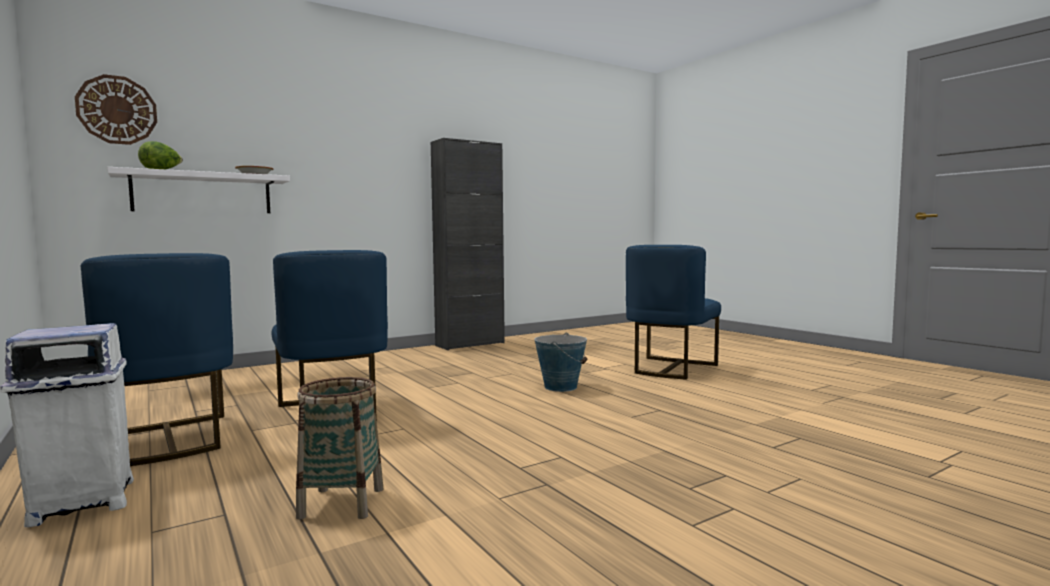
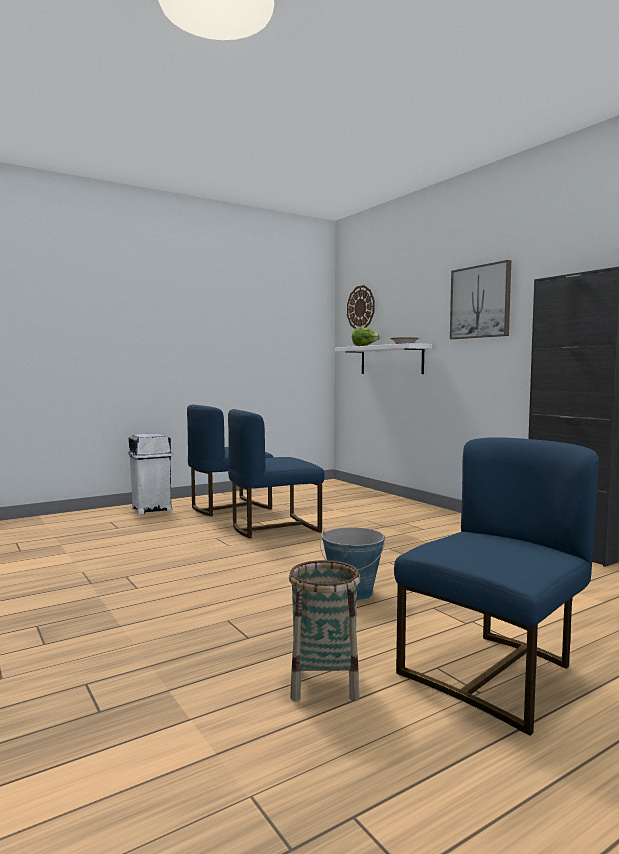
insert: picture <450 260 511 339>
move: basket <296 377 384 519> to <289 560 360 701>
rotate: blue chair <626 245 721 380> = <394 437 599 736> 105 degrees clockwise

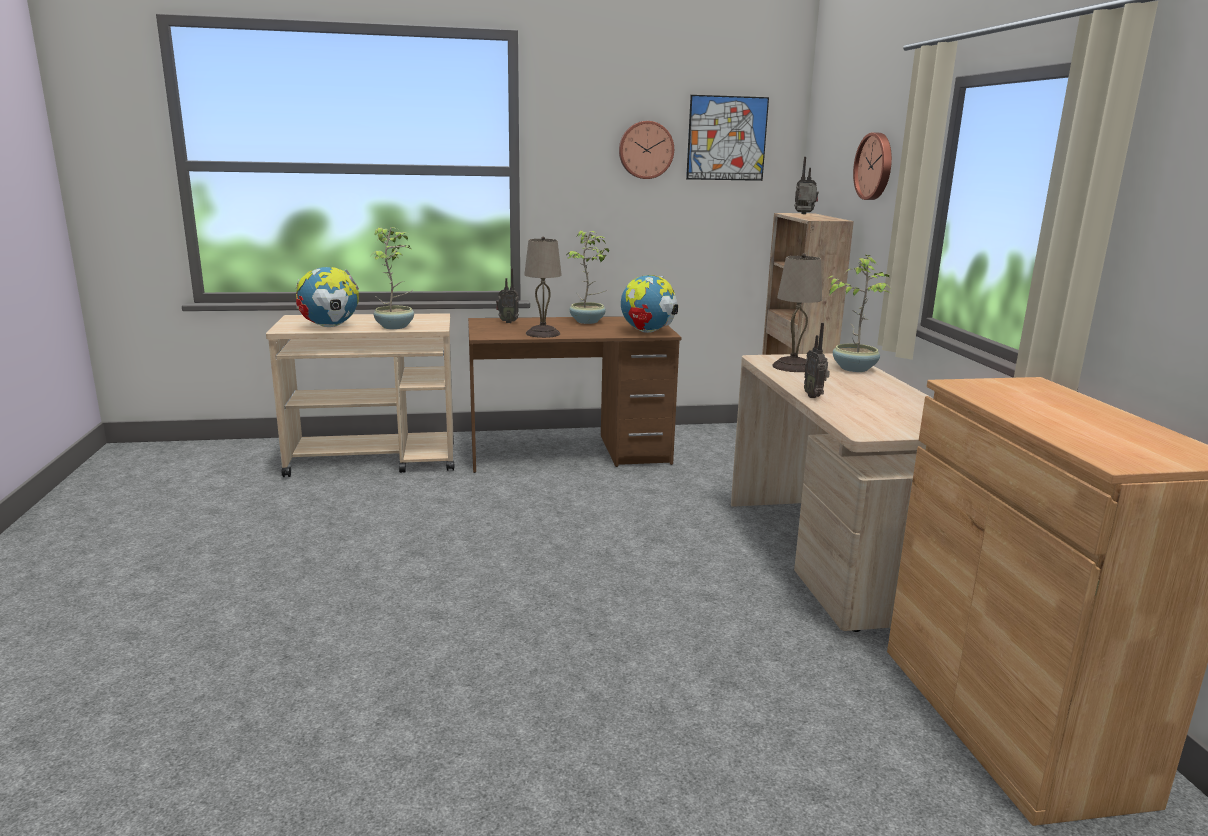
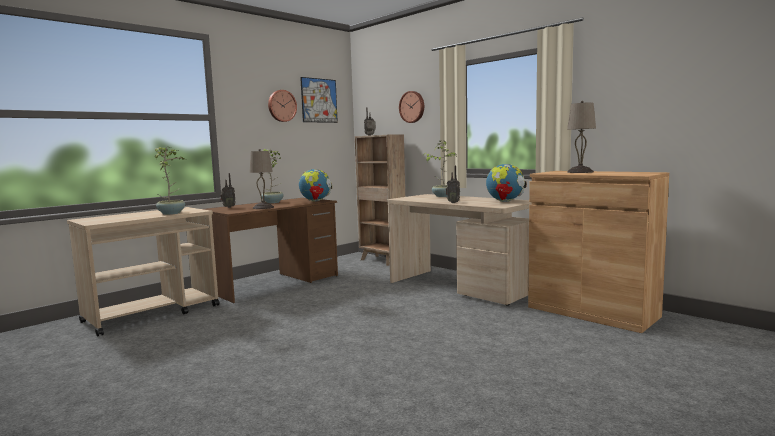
move: beige table lamp <772 253 822 372> to <567 101 596 173>; globe <296 267 359 327> to <486 164 526 202>

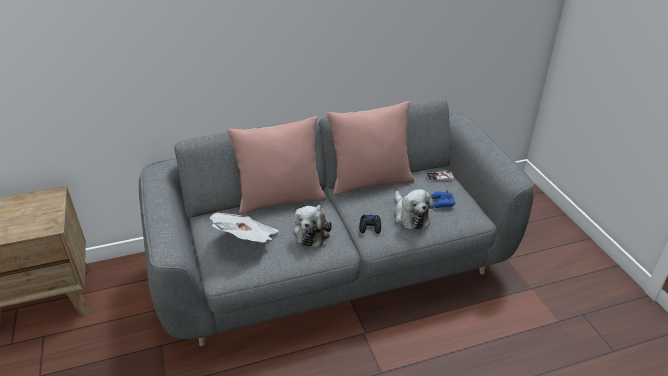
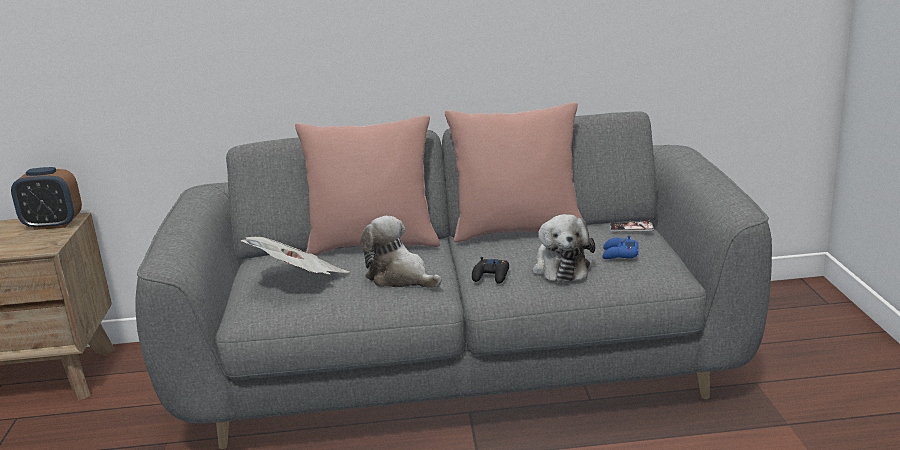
insert: alarm clock <11 167 82 230>
rotate: plush toy <293 205 332 247> = <360 216 442 288> 105 degrees clockwise

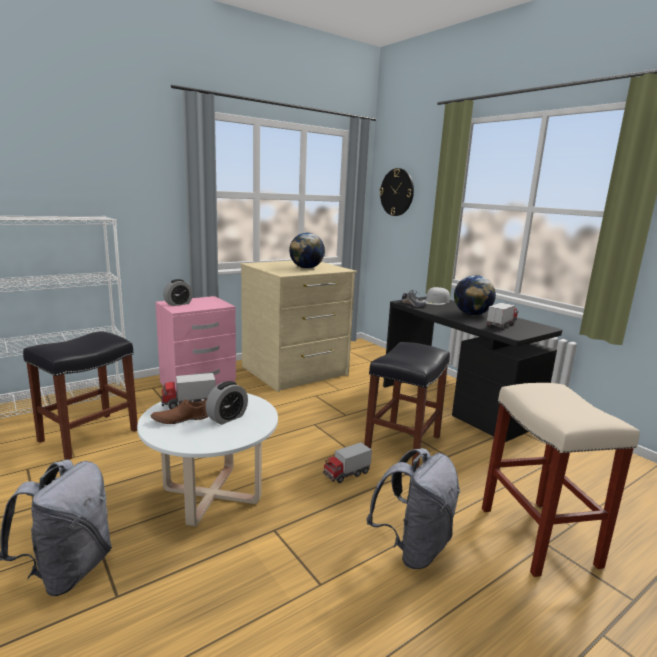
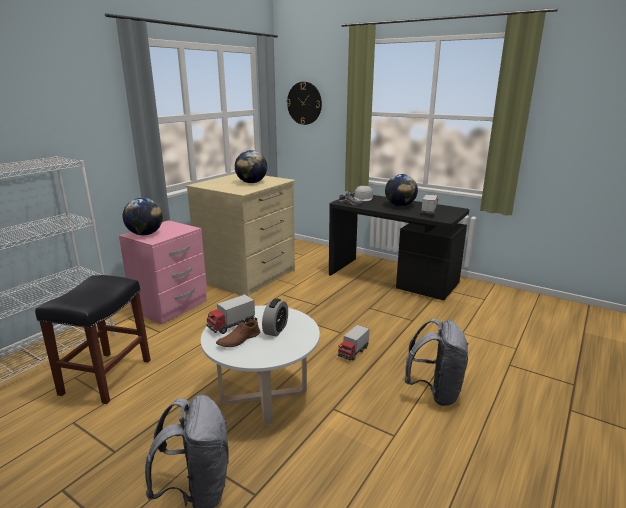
delete: black stool <364 342 450 469>; beige stool <482 383 639 577>
replace: alarm clock <163 279 193 306> to globe <123 198 163 235>

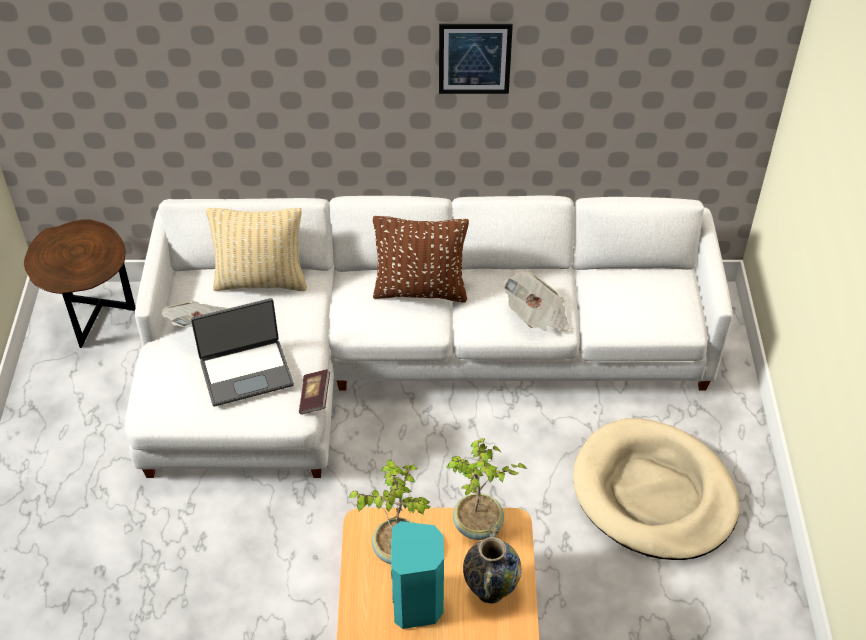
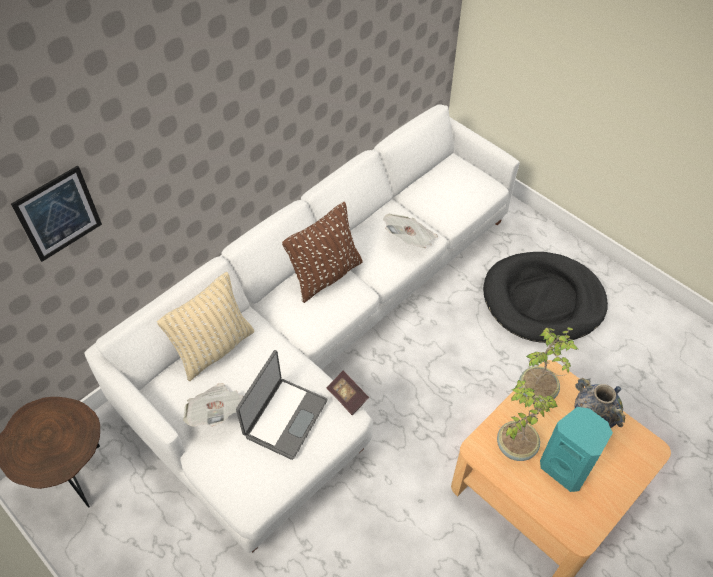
move: picture <439 24 513 94> to <11 165 102 262>
recolor: beige dog bed <573 418 740 560> to black dog bed <483 252 608 343>

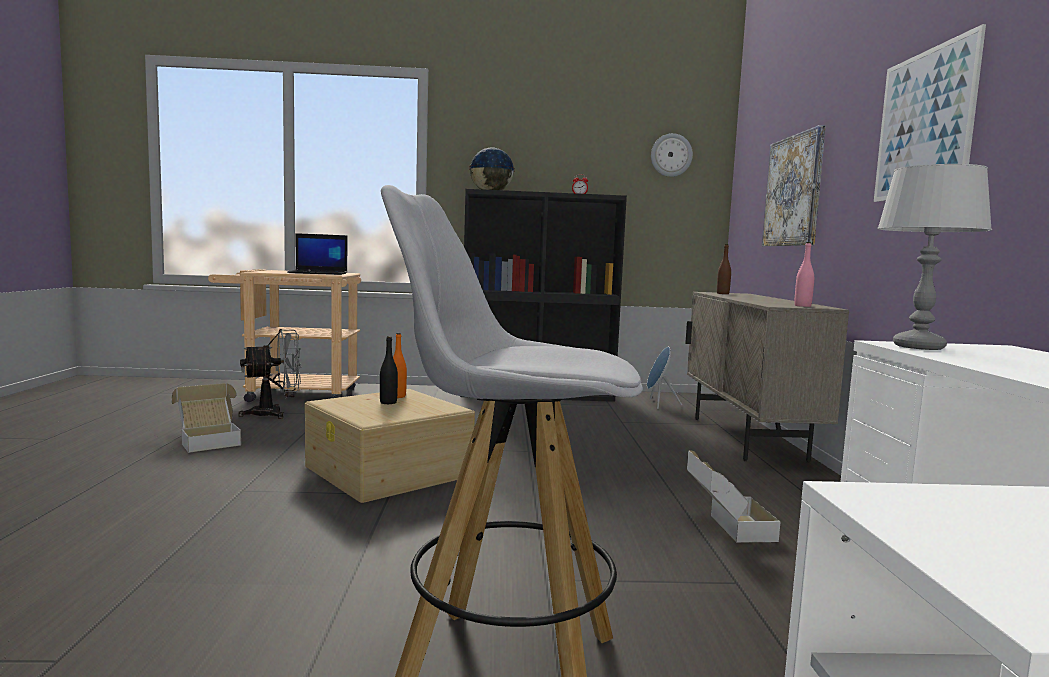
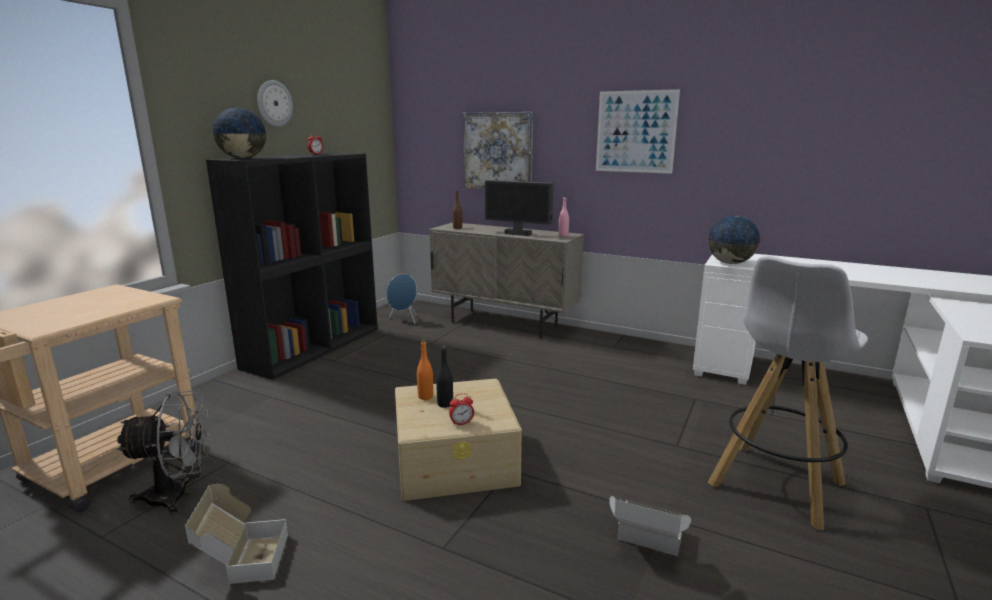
delete: laptop <287 233 347 275>
insert: monitor <485 180 554 236>; alarm clock <449 393 474 426>
move: wall clock <651 133 693 177> to <257 80 293 127>; cardboard box <687 450 781 543> to <609 496 691 556>
replace: grey table lamp <877 164 992 350> to globe <707 216 761 264>
rotate: grey fan <238 329 301 419> = <116 391 210 515> 75 degrees clockwise

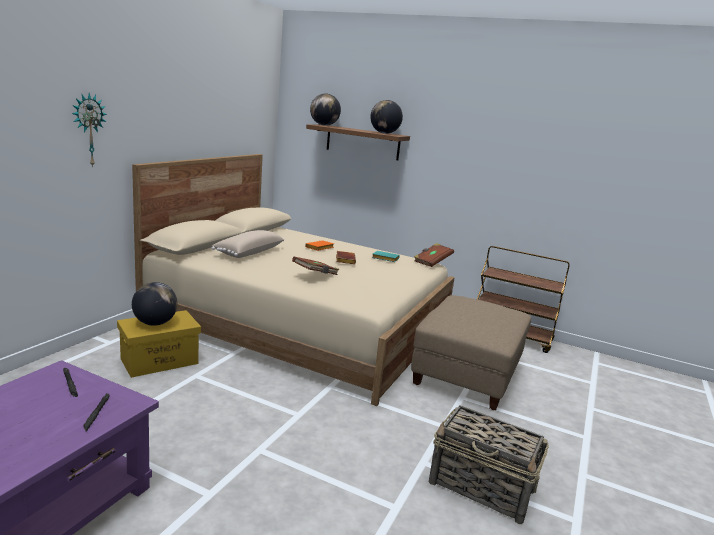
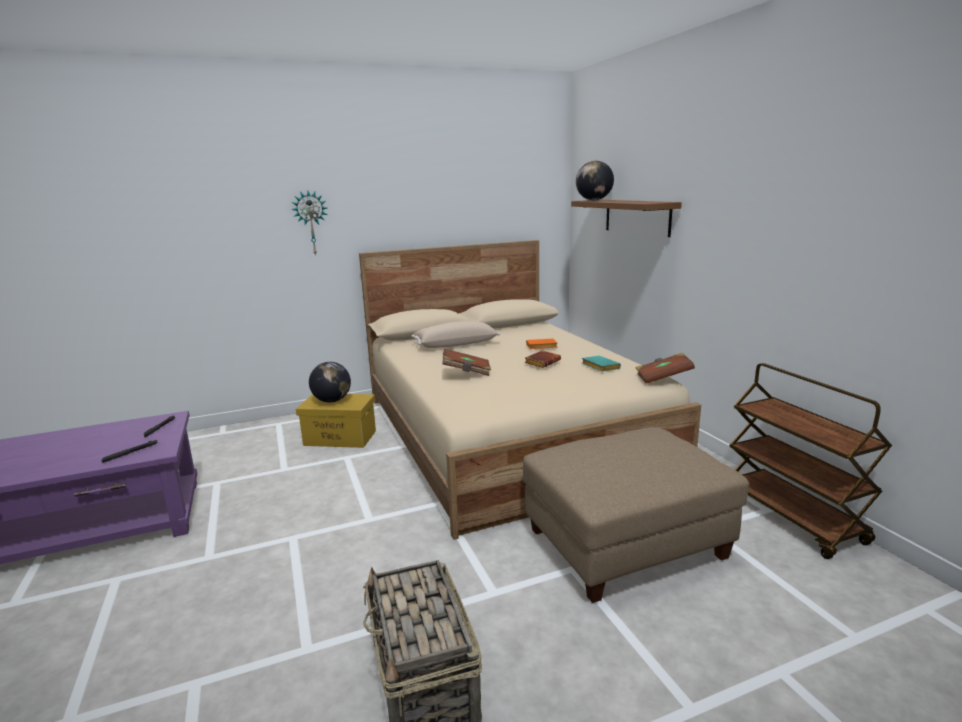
delete: globe <370 100 403 134>

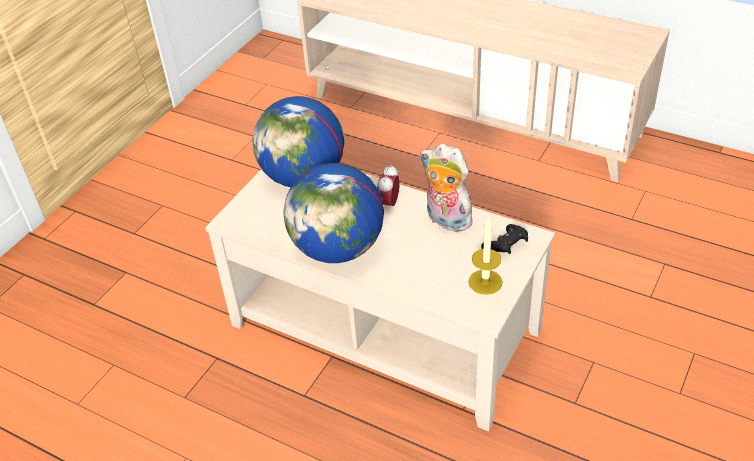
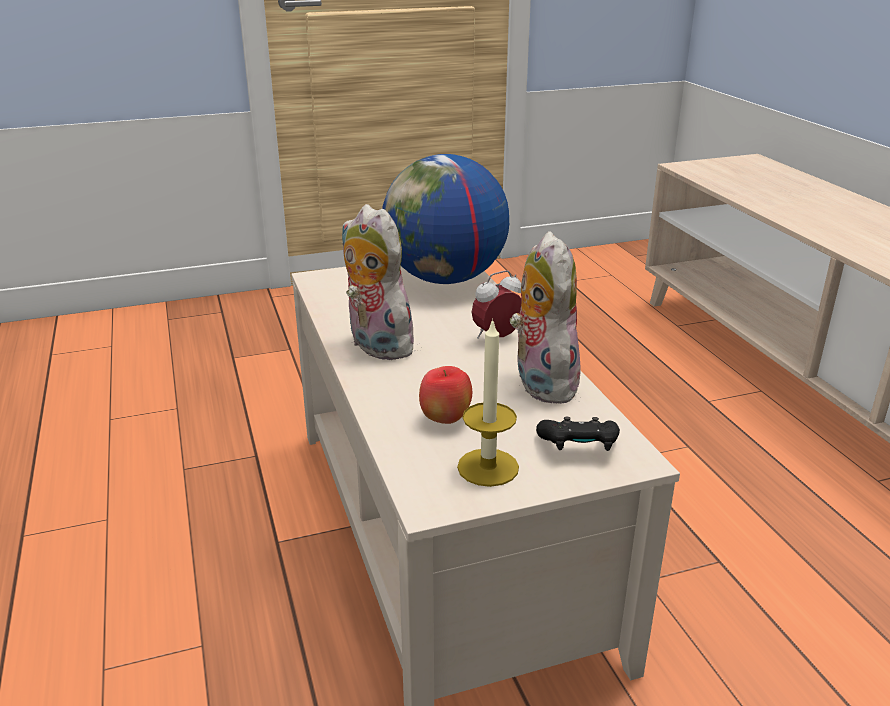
insert: apple <419 366 472 424>
replace: globe <283 163 384 263> to plush toy <342 204 415 360>

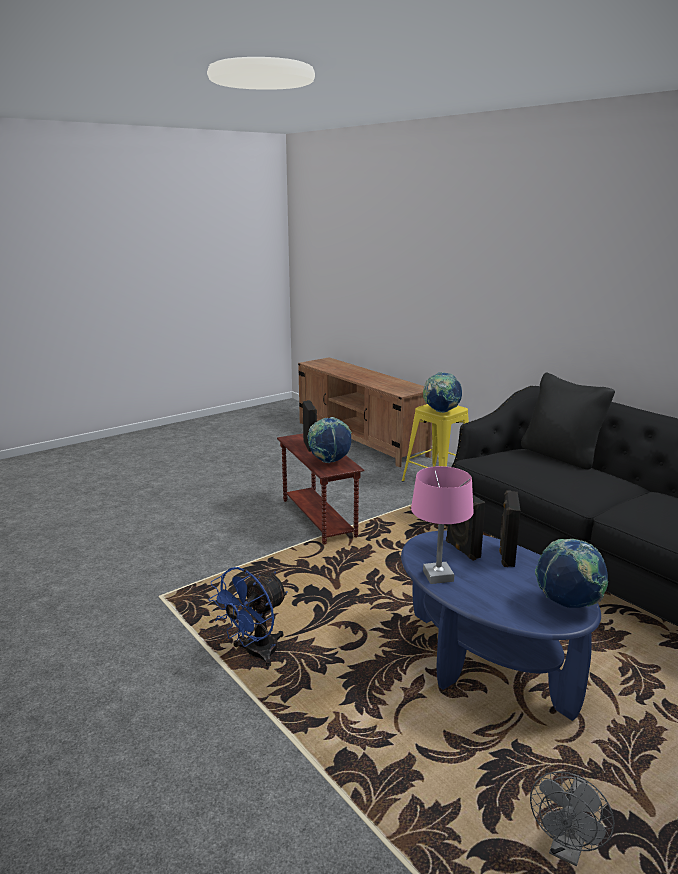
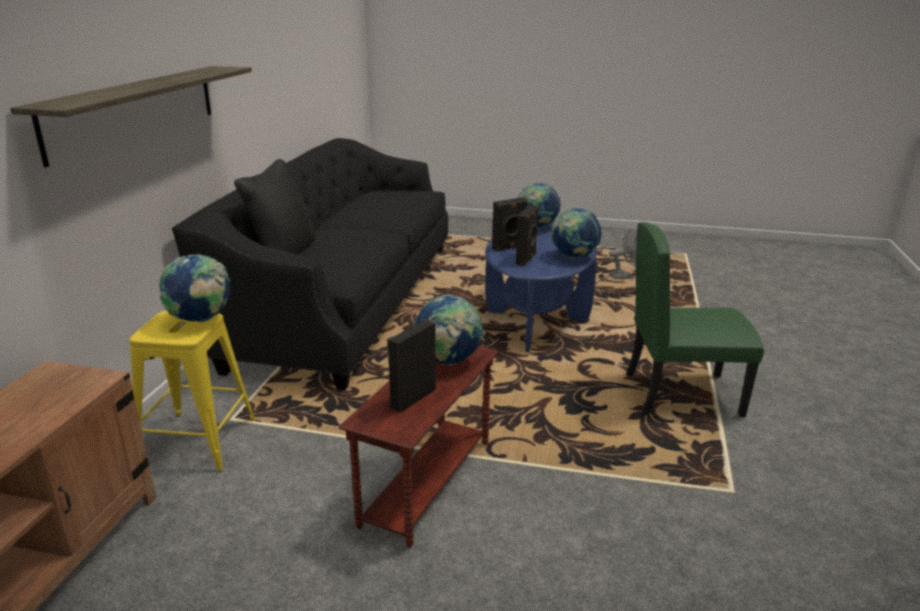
insert: shelf <10 66 252 168>
replace: pink table lamp <411 466 474 584> to globe <551 207 601 259>; blue fan <208 567 288 667> to green chair <626 222 764 417>

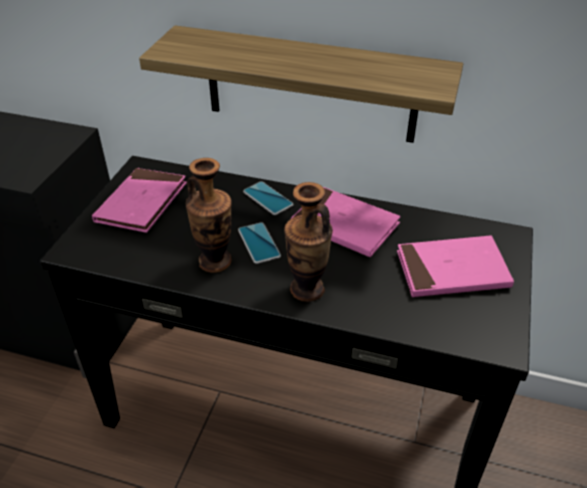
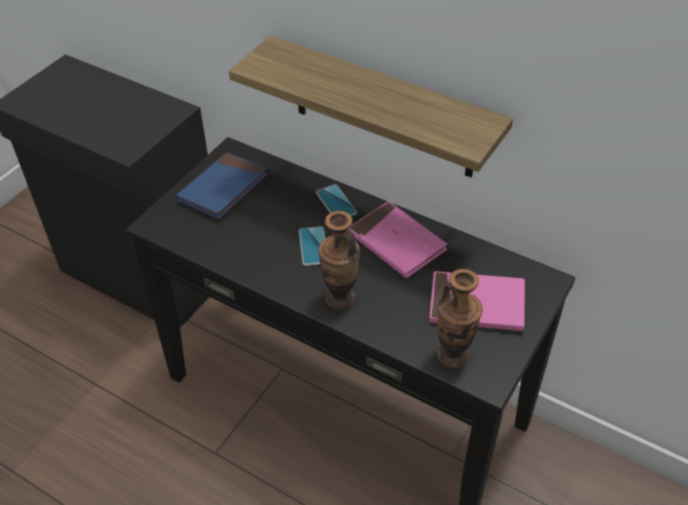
move: vase <186 158 232 273> to <437 269 483 368>
recolor: pink book <92 168 187 233> to blue book <176 152 268 219>

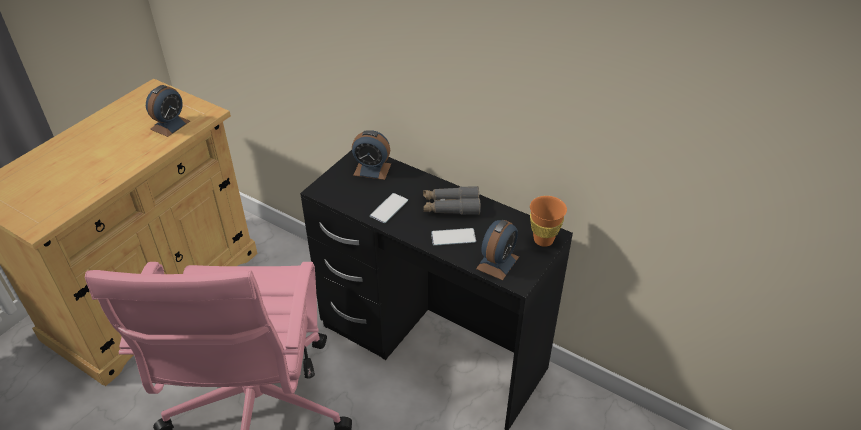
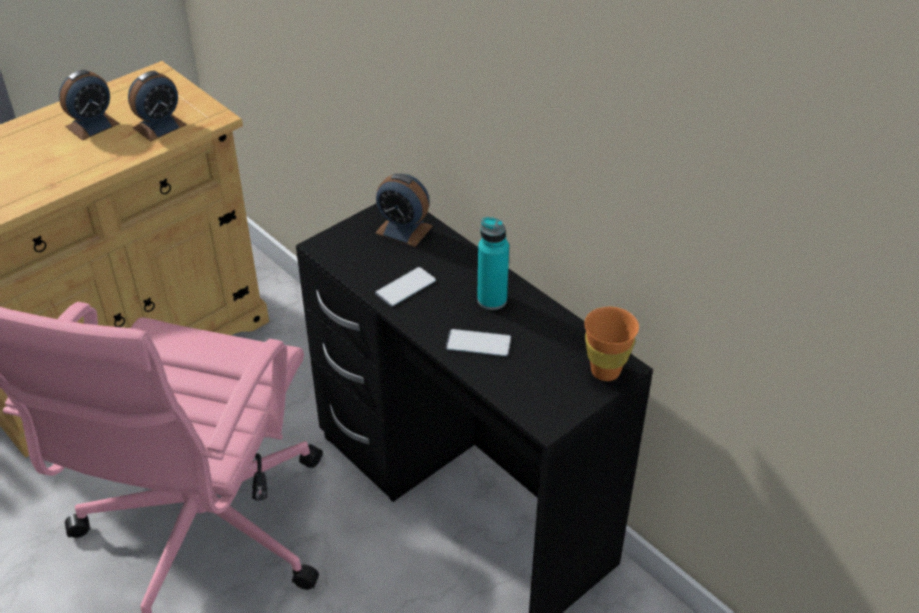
move: alarm clock <476 220 519 280> to <59 70 120 140>
replace: grey binoculars <423 186 480 215> to turquoise bottle <477 217 509 310>

